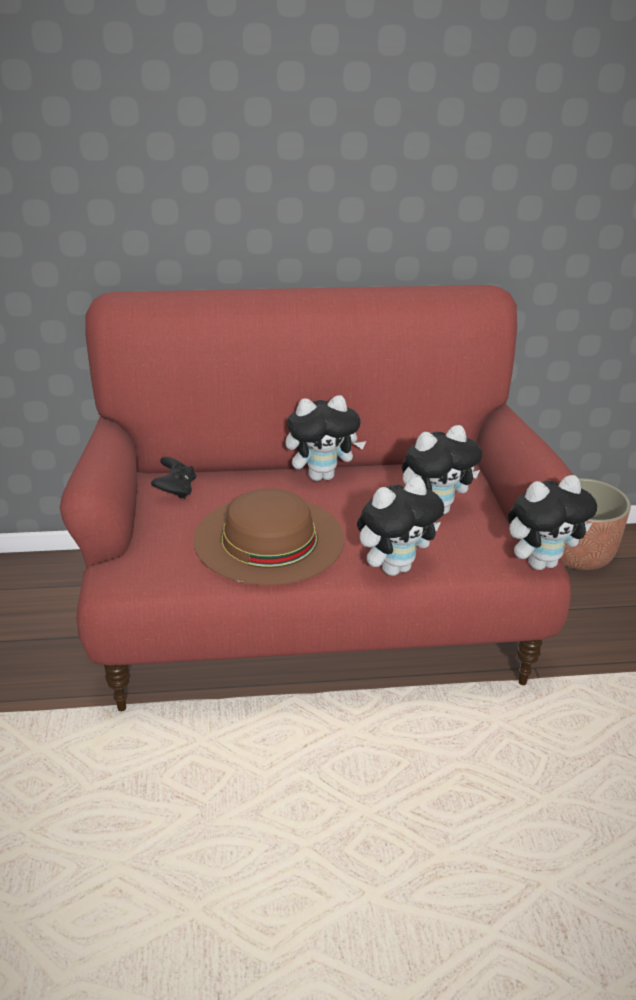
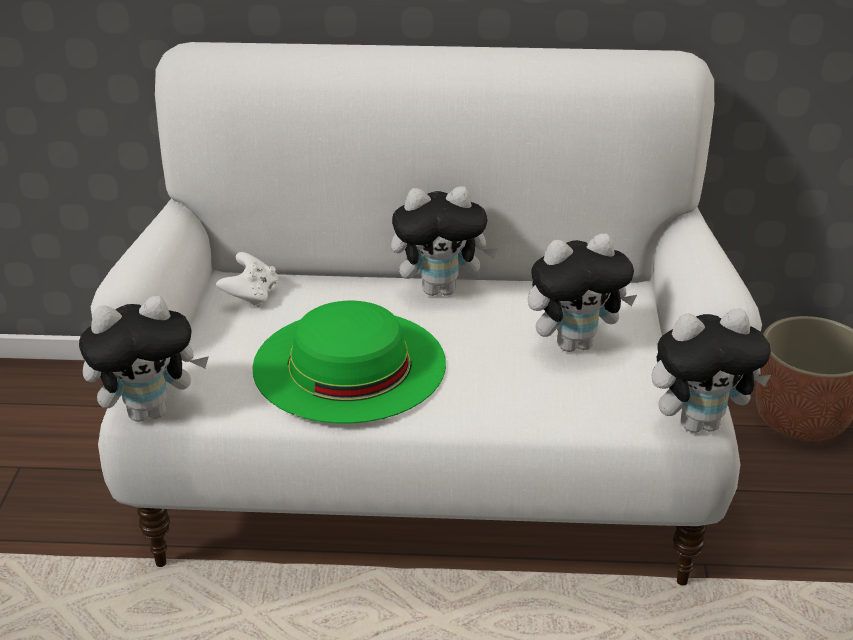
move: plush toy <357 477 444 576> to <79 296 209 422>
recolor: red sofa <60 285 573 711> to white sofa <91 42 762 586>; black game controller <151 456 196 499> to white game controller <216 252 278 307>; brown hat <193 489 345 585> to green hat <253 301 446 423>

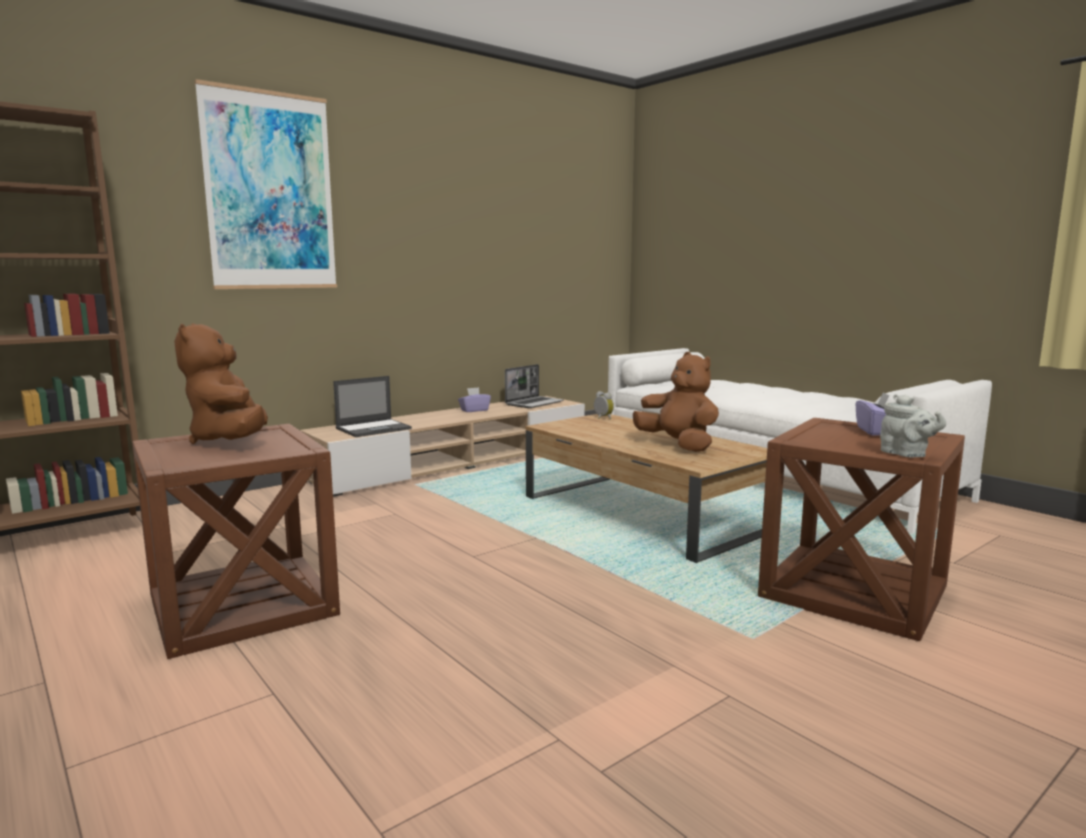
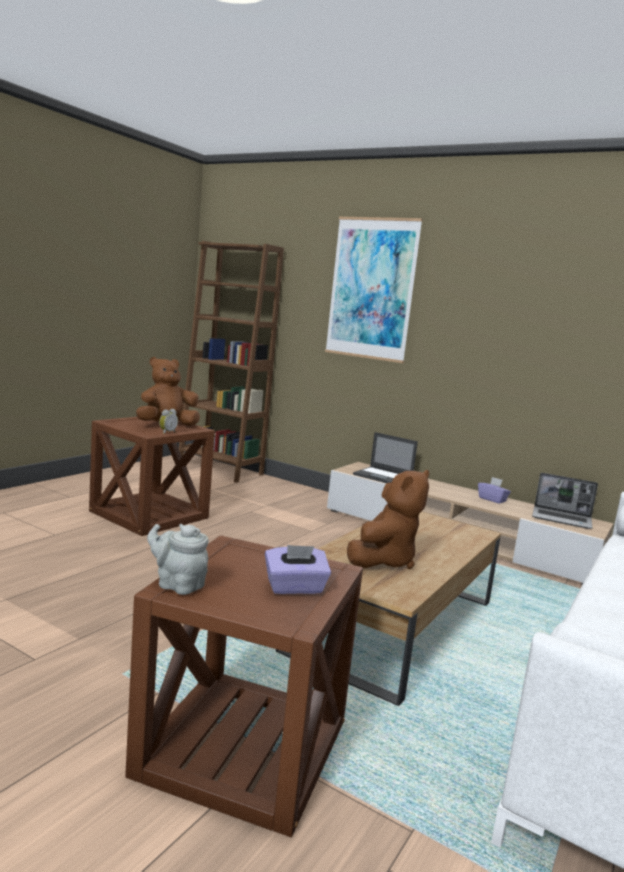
move: alarm clock <594 391 614 419> to <159 409 178 434>
rotate: grey teapot <880 394 946 458> = <147 524 209 595> 75 degrees clockwise

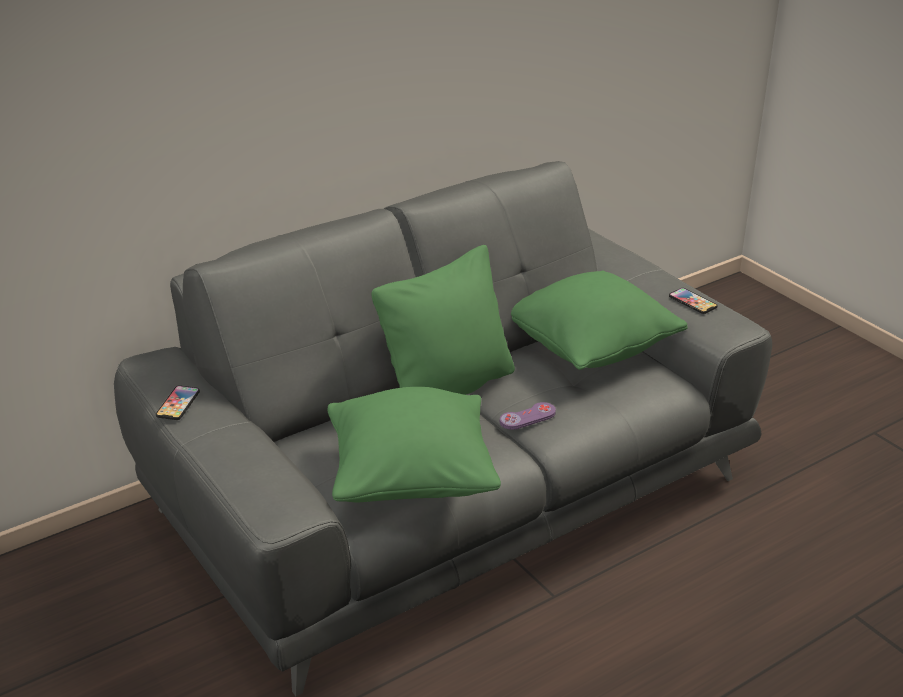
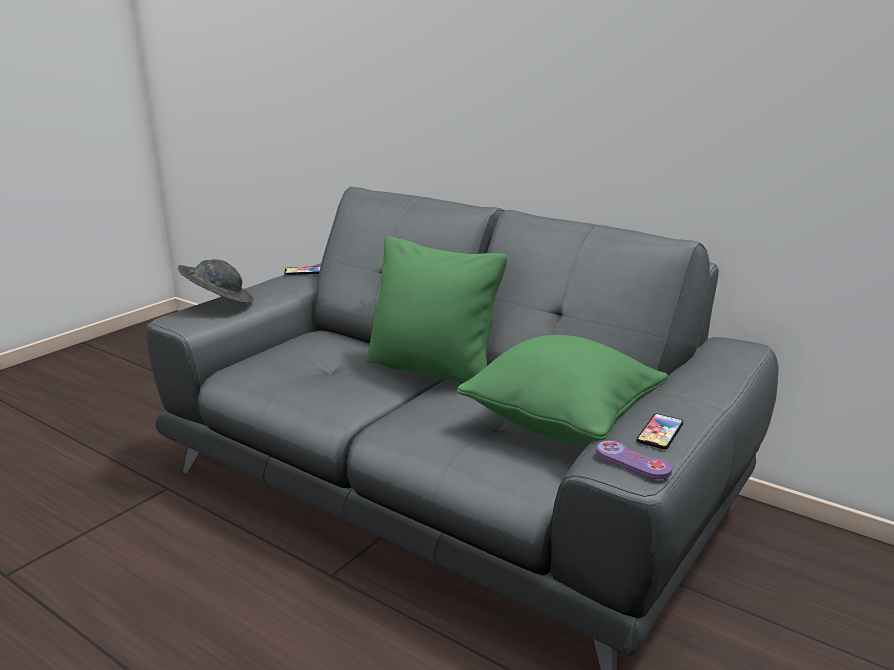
delete: green pillow <327 387 501 502>
insert: grey hat <178 259 254 303>
move: purple game controller <500 402 556 430> to <596 440 672 479>

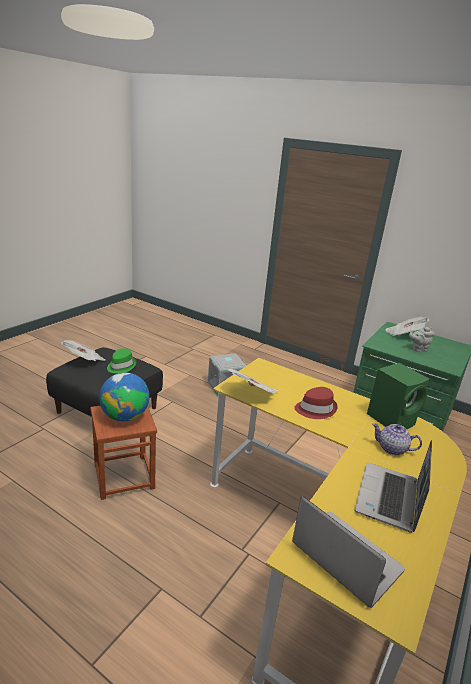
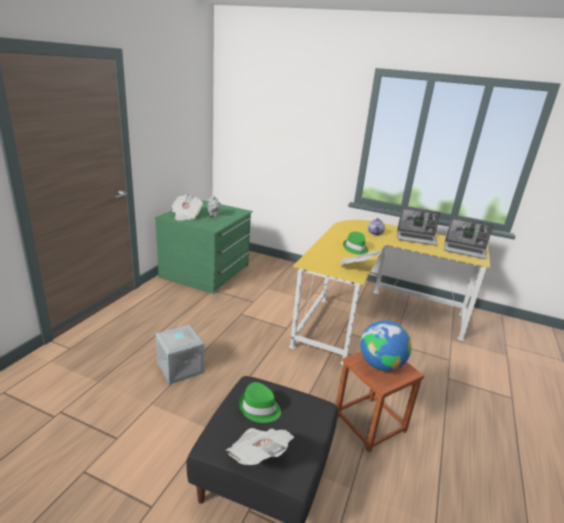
delete: green speaker <367 363 429 429>
recolor: red hat <294 387 338 419> to green hat <343 232 368 255>
rotate: laptop <292 496 405 608> = <444 217 493 259> 105 degrees counterclockwise

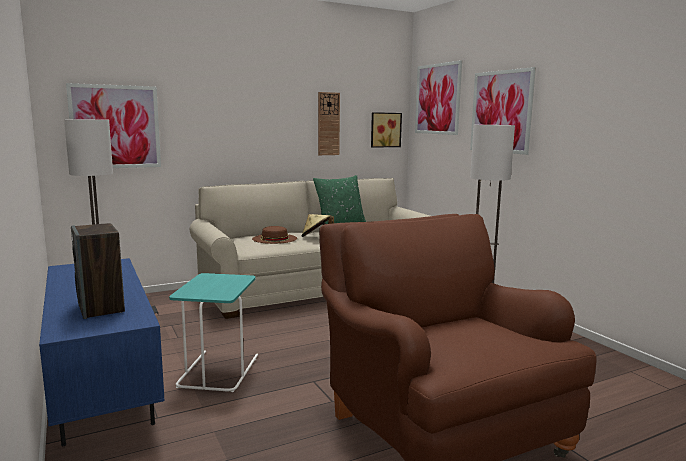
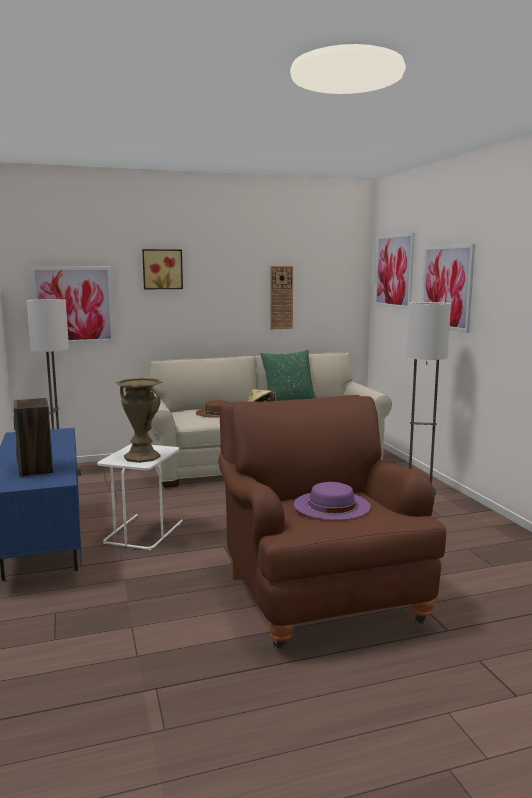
insert: brown vase <116 378 162 463>; purple hat <294 482 371 520>
move: picture <371 112 402 148> to <142 249 183 289>
recolor: turquoise side table <169 273 258 392> to white side table <97 444 183 550>

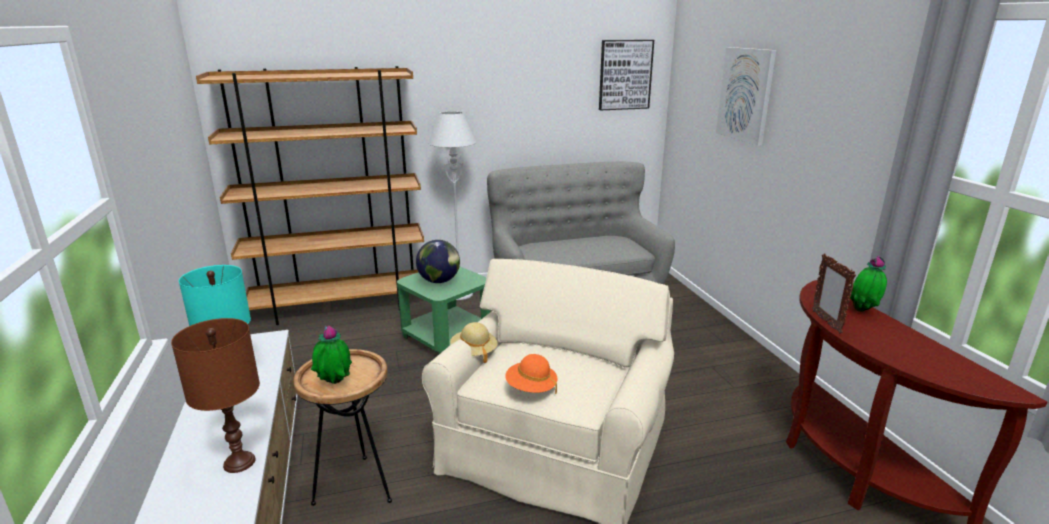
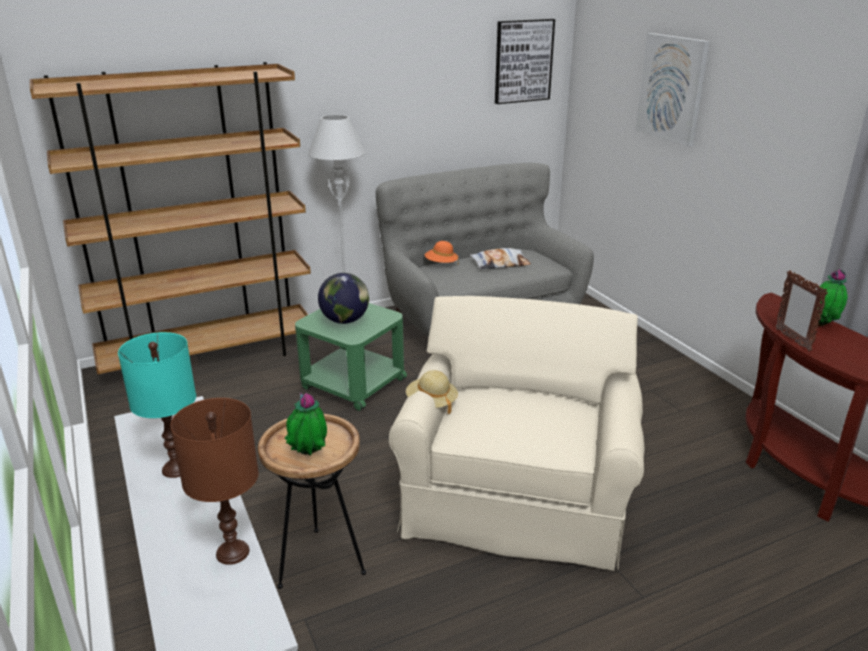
insert: pillow <470 248 531 269>
move: orange hat <505 354 558 394> to <425 241 458 263>

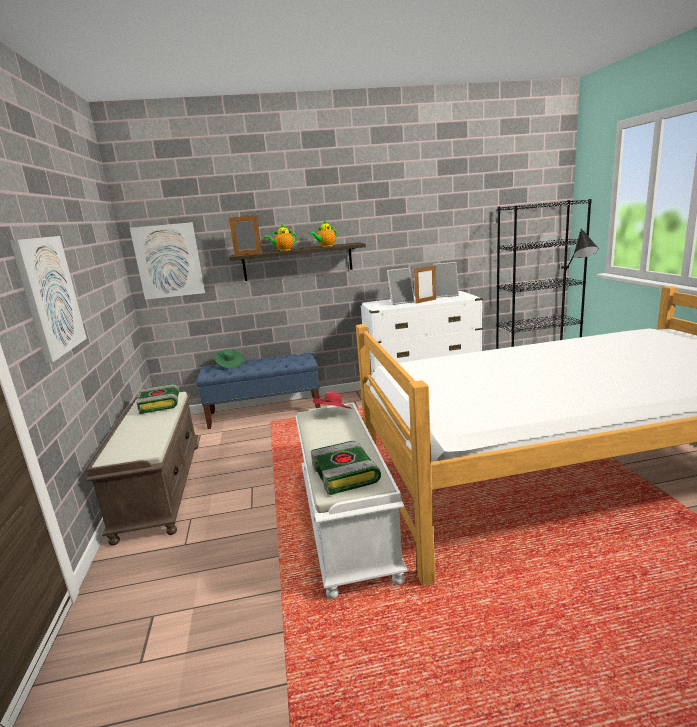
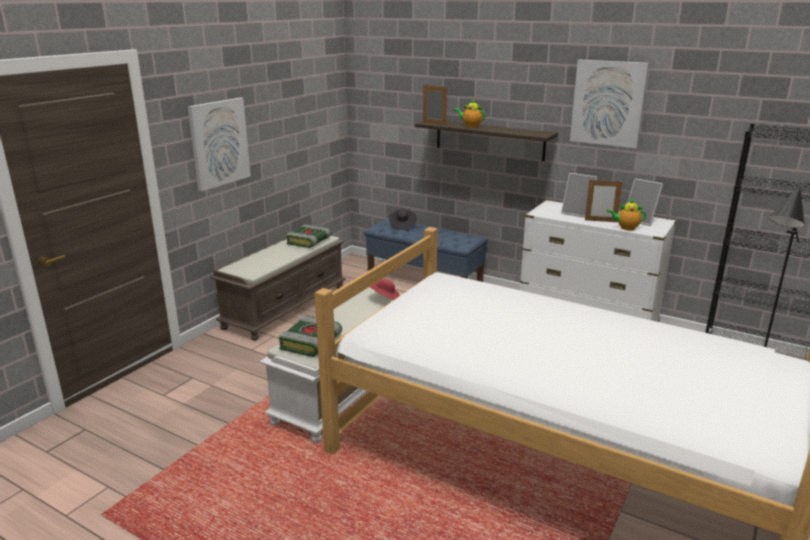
move: teapot <309 220 337 247> to <606 199 646 230>; picture <130 222 205 300> to <570 60 649 148>
recolor: green hat <214 349 243 369> to black hat <389 209 417 230>

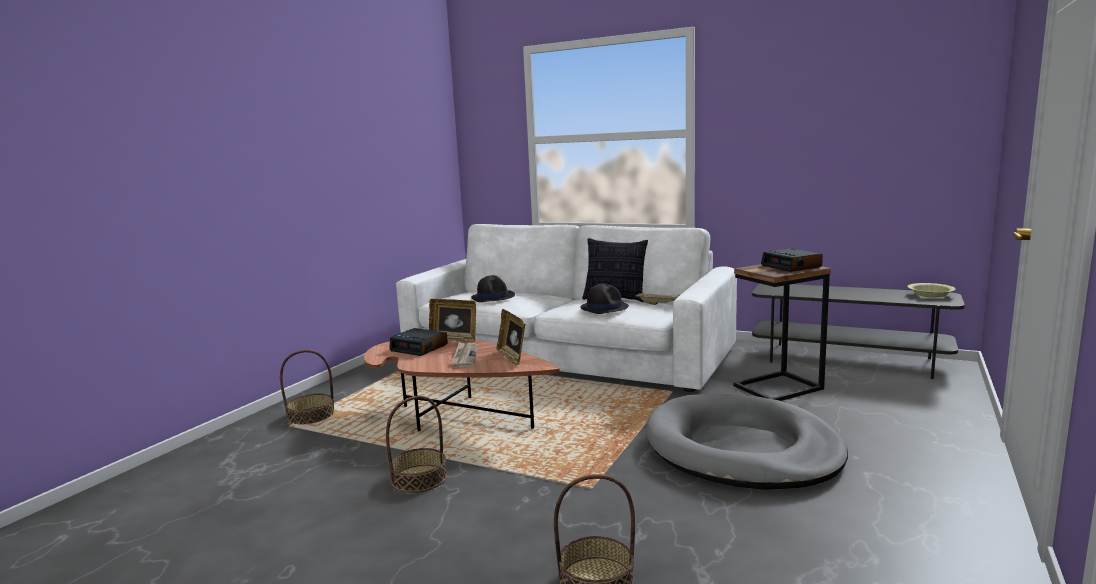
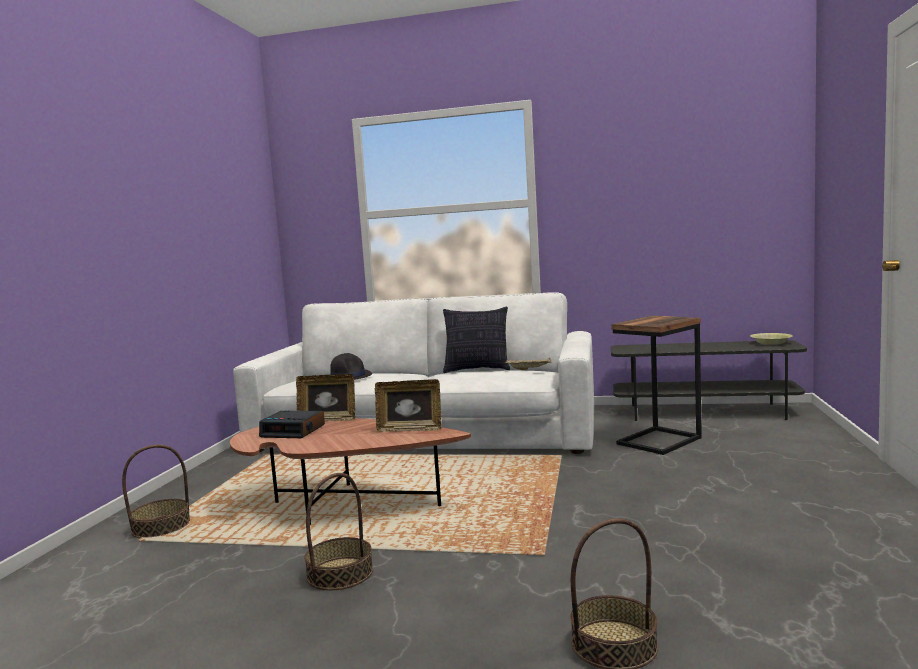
delete: alarm clock <761 248 823 272>; black hat <580 283 629 314>; newspaper <451 342 478 368>; grey dog bed <646 394 848 490>
rotate: picture frame <496 309 525 366> = <375 379 442 432> 45 degrees counterclockwise

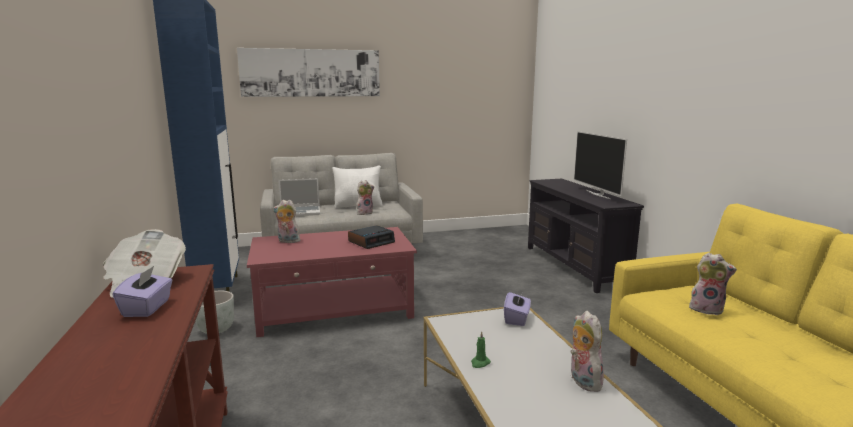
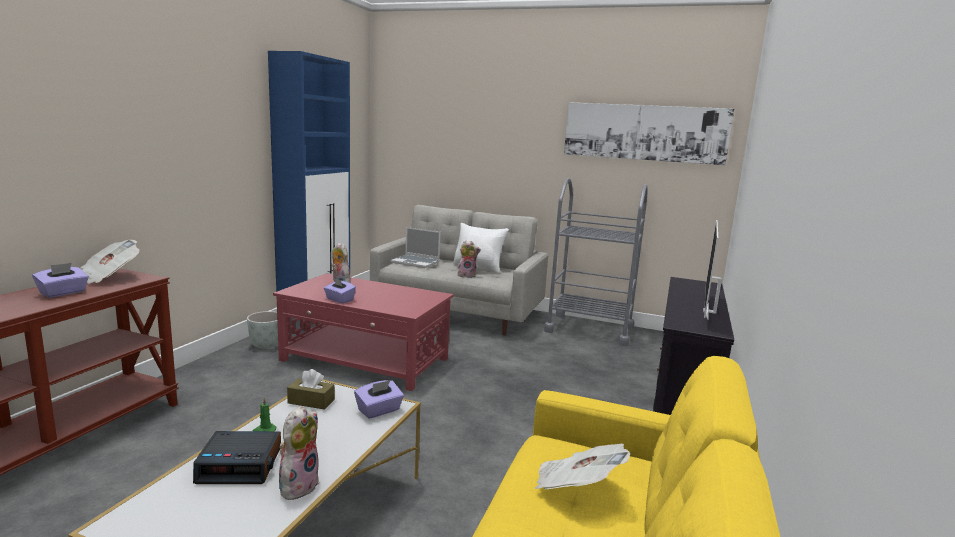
insert: grey cart <544 178 648 346>; purple tissue box <324 277 356 303>; brown tissue box <287 369 335 410>
move: picture <237 48 380 97> to <564 102 734 165>; alarm clock <348 225 395 249> to <193 431 281 484>
replace: plush toy <689 253 737 315> to newspaper <535 444 630 489>

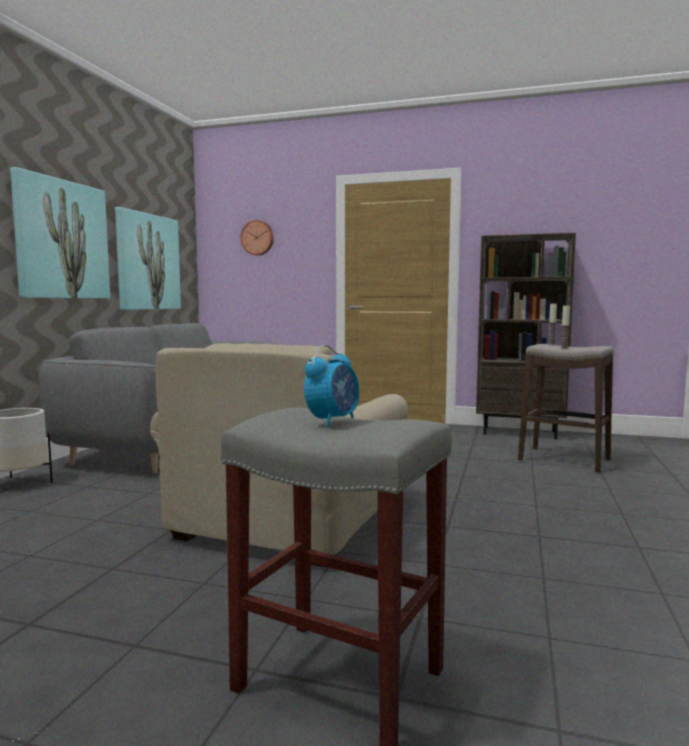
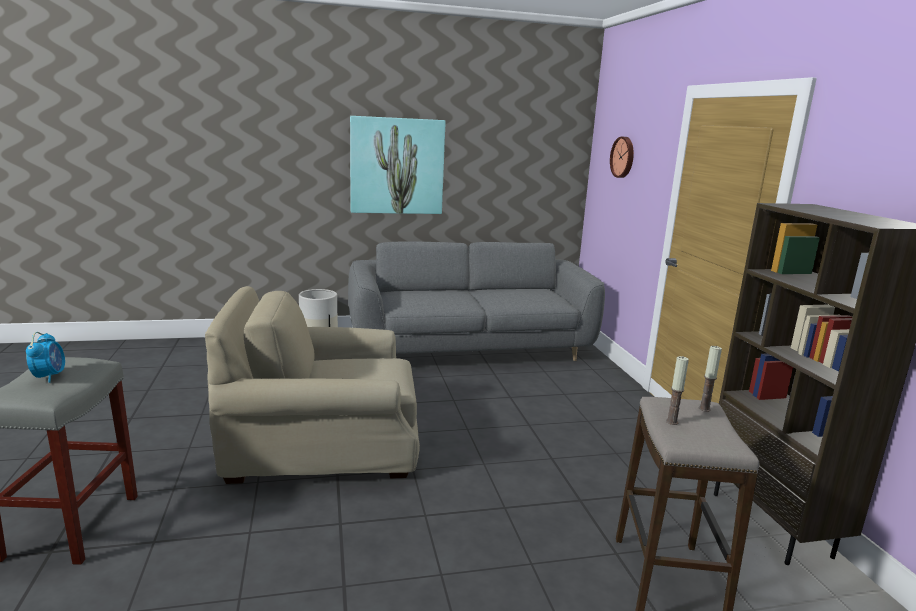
delete: picture <115 207 181 310>
rotate: alarm clock <304 345 359 426> = <26 332 65 383> 105 degrees counterclockwise

